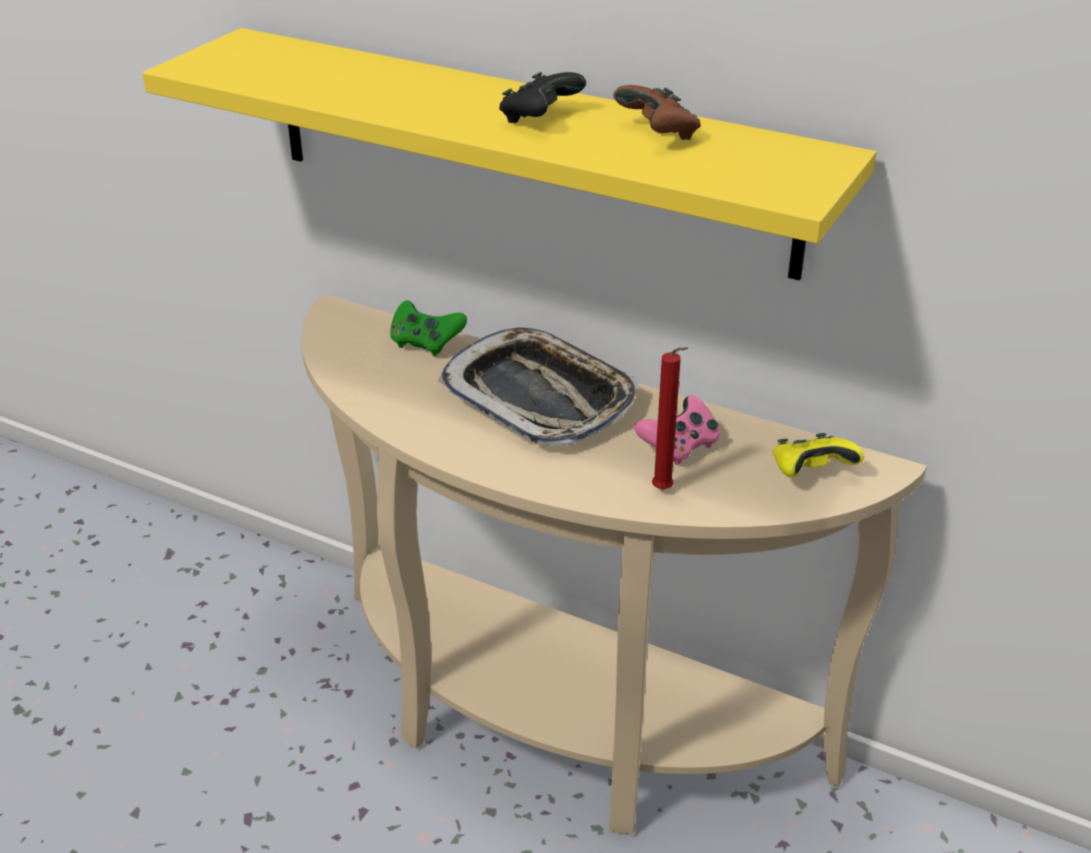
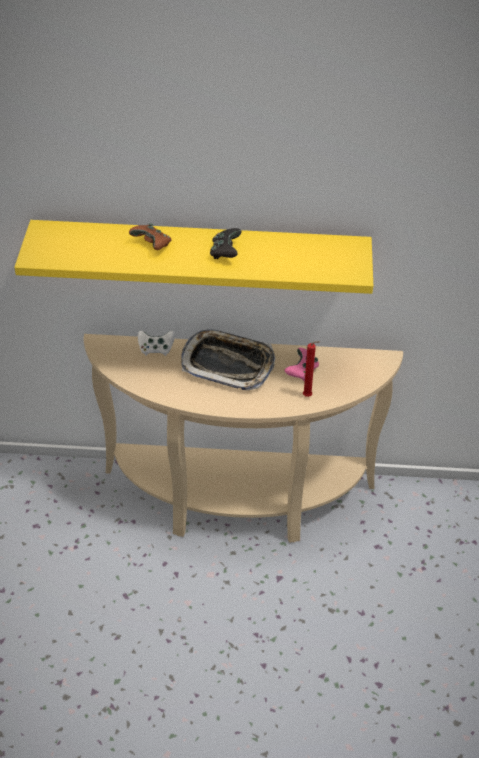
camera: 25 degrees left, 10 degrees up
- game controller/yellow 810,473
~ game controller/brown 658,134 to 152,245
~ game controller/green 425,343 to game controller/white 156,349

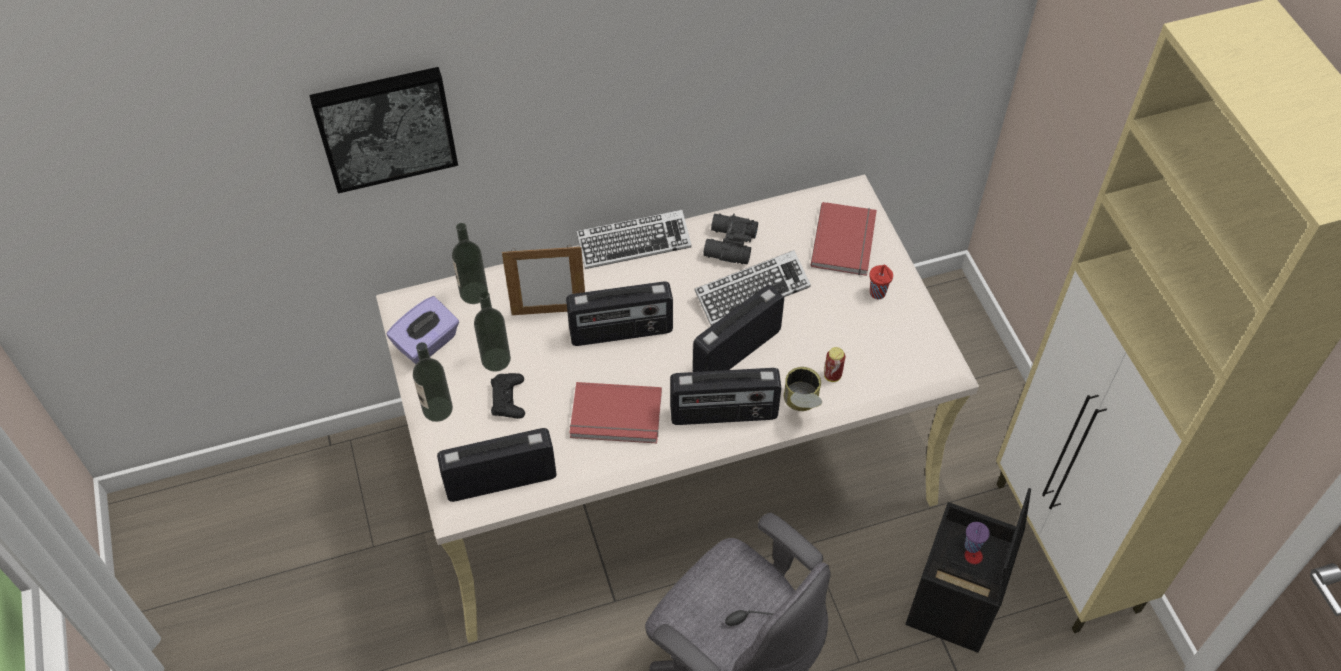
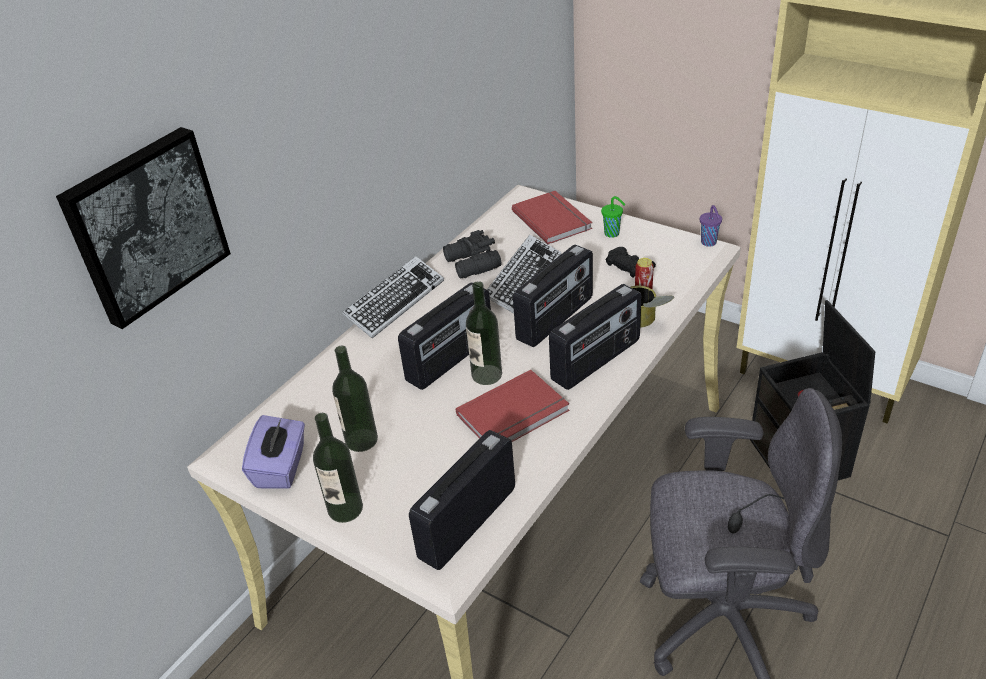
camera: 35 degrees left, 15 degrees down
- picture frame 549,312
~ bottle 474,293 to 486,375
~ game controller/black 508,399 to 629,265
~ cup/purple 972,547 to 709,243
~ cup/red 878,294 to cup/green 612,234
~ radio 736,351 = 556,319 150 degrees counterclockwise

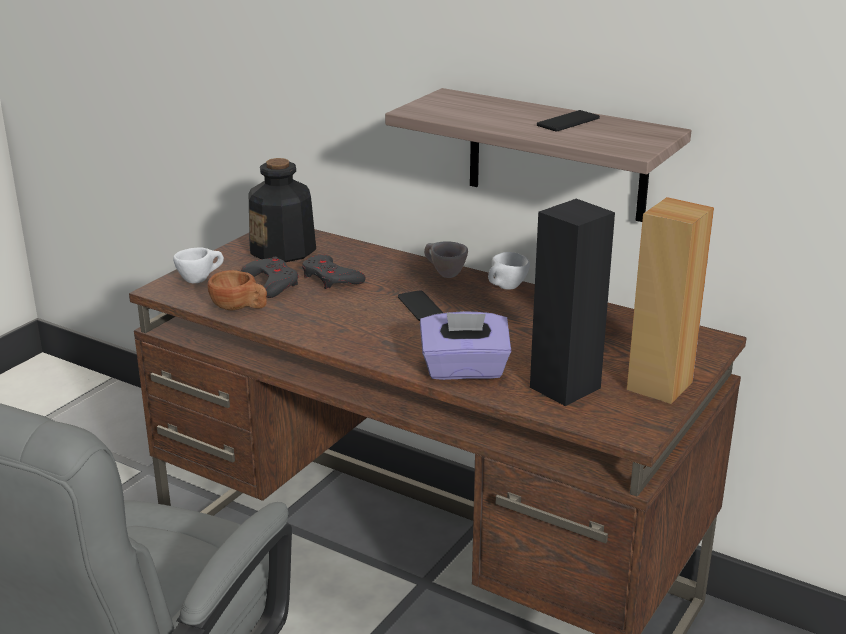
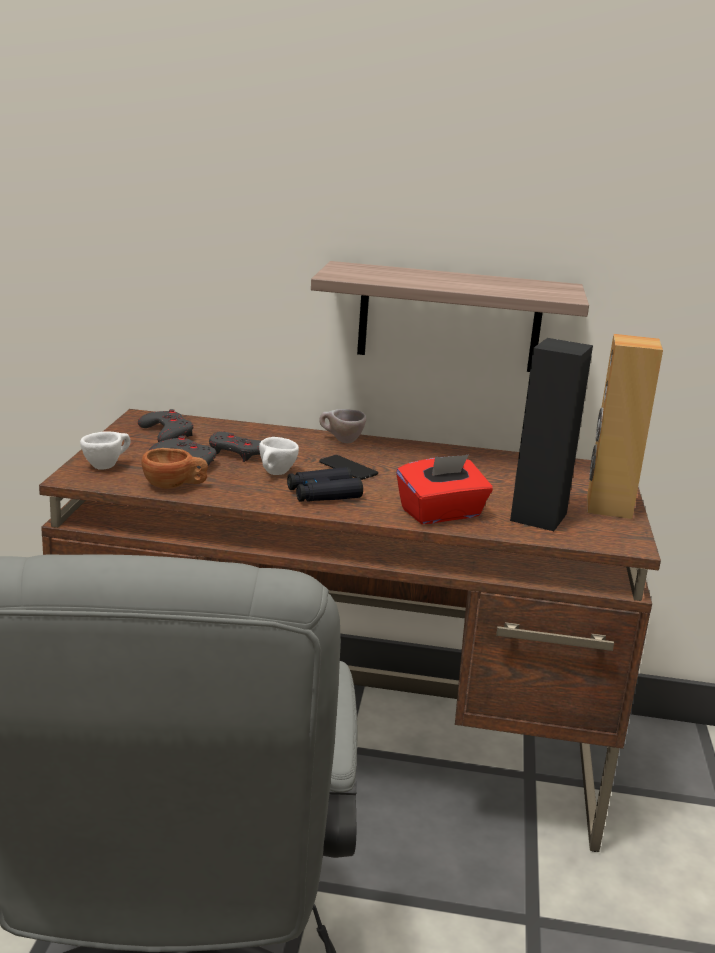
camera: 25 degrees left, 5 degrees down
- phone 568,122
+ binoculars/black 323,494
~ cup/white 506,289 to 275,474
~ bottle 283,250 to game controller/grey 167,433
~ tissue box/purple 464,370 to tissue box/red 441,514

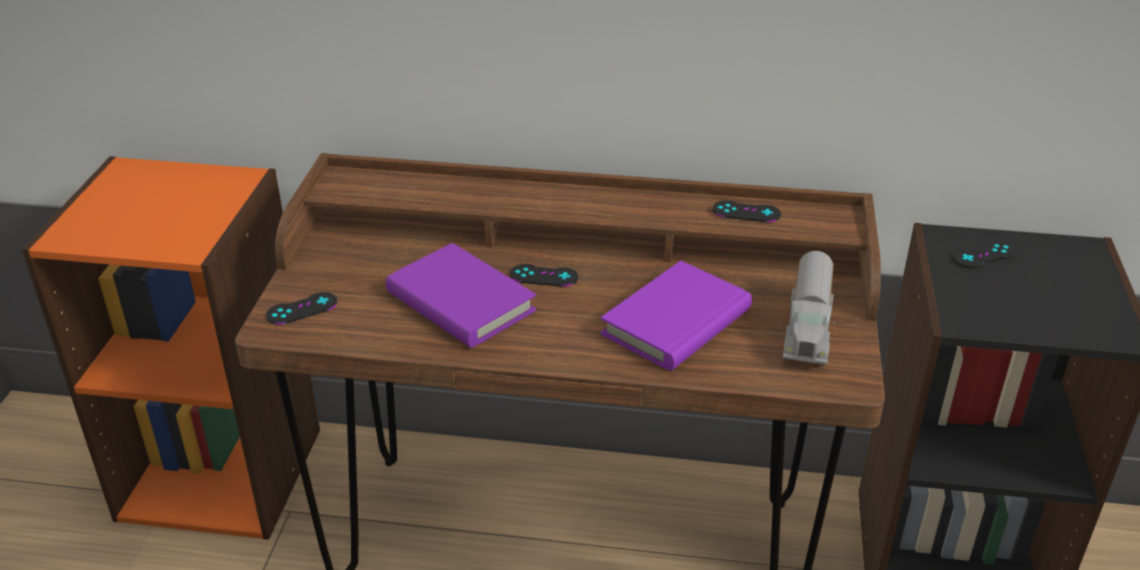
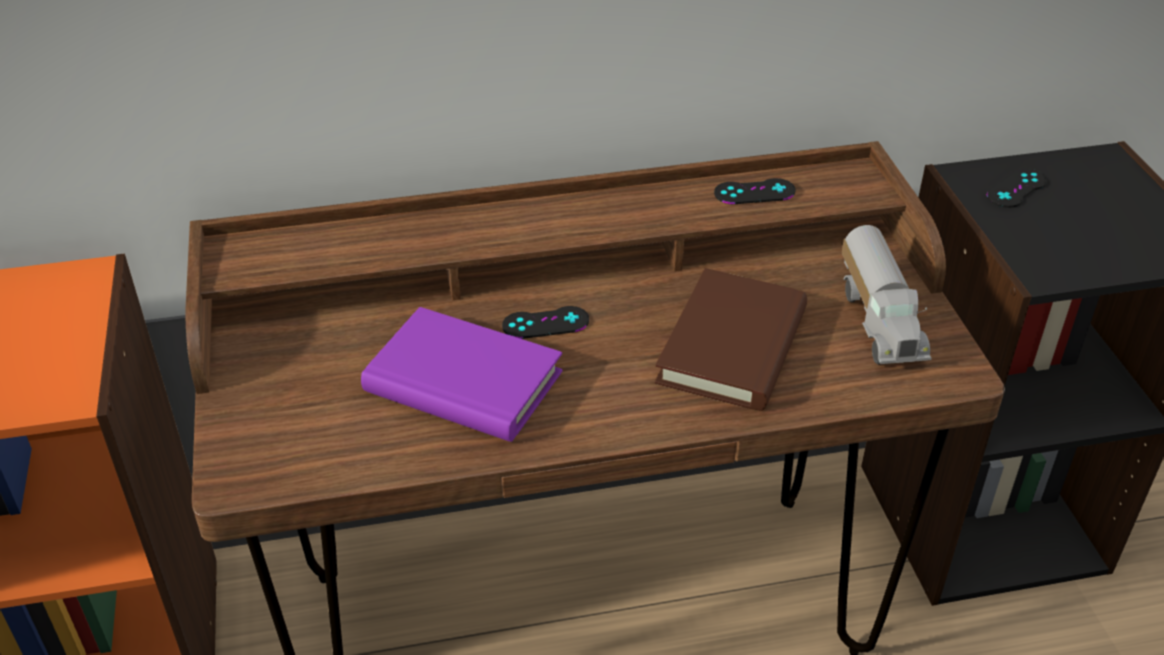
camera: 20 degrees left, 5 degrees up
- game controller/black 302,309
~ book/purple 676,322 to book/brown 732,346

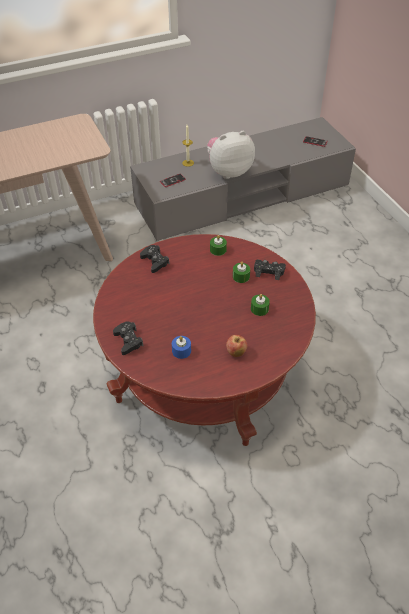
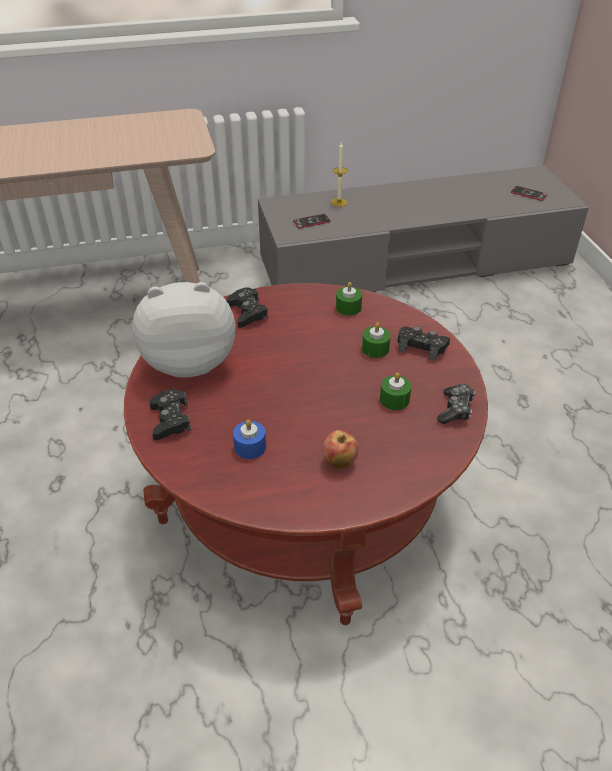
camera: 10 degrees right, 5 degrees down
+ game controller 455,409
~ plush toy 229,171 to 189,361

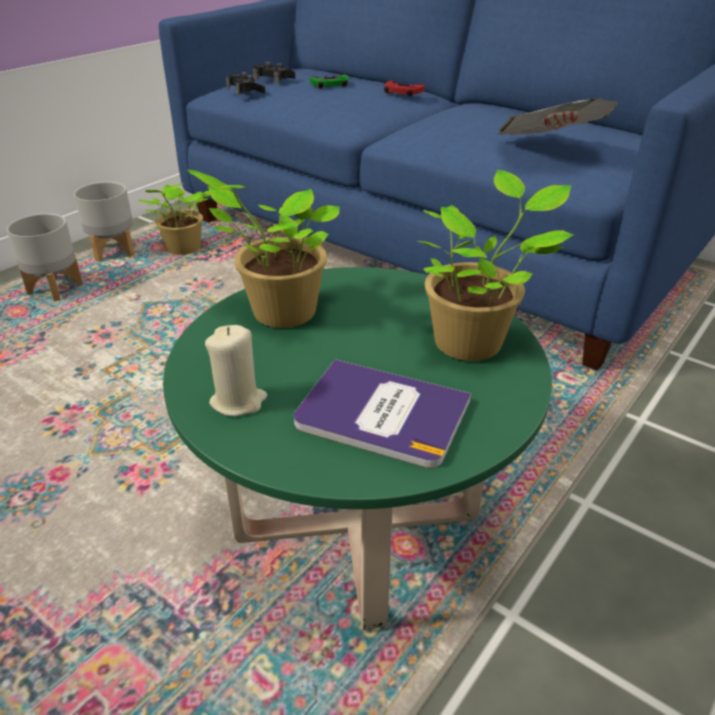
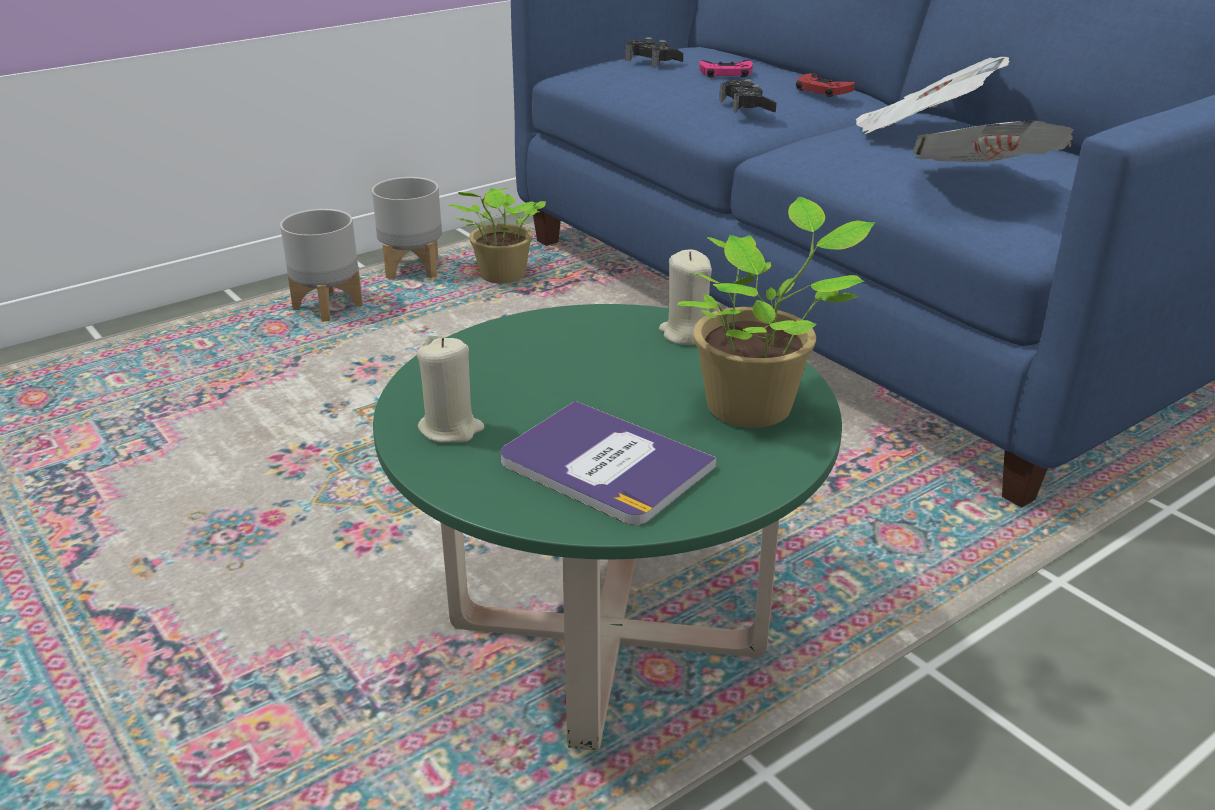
camera: 15 degrees right, 5 degrees down
- potted plant 279,312
+ candle/beige 686,334
+ newspaper 920,133
~ game controller/black 245,91 to 746,106
~ game controller/green 330,85 to game controller/pink 726,73

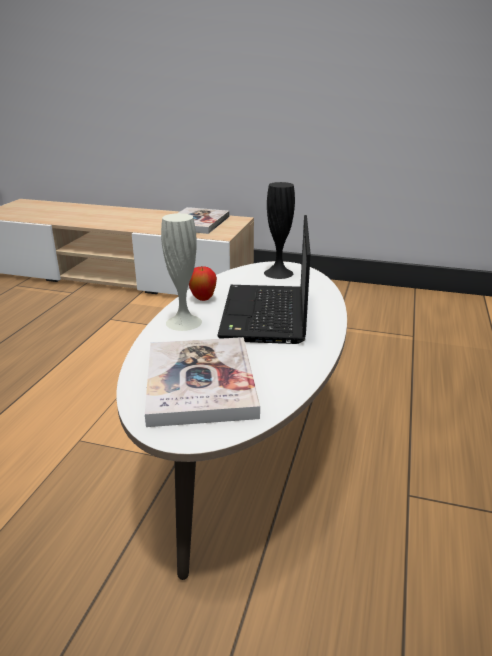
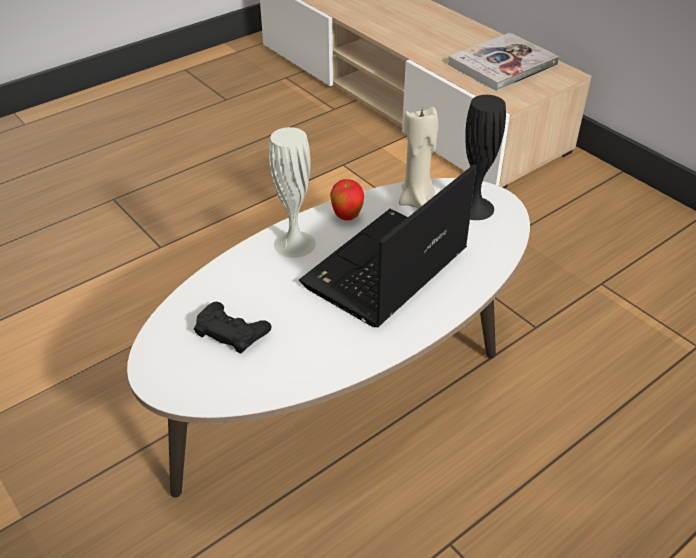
camera: 35 degrees right, 15 degrees up
+ candle/beige 417,201
~ book 200,383 to game controller/black 231,331

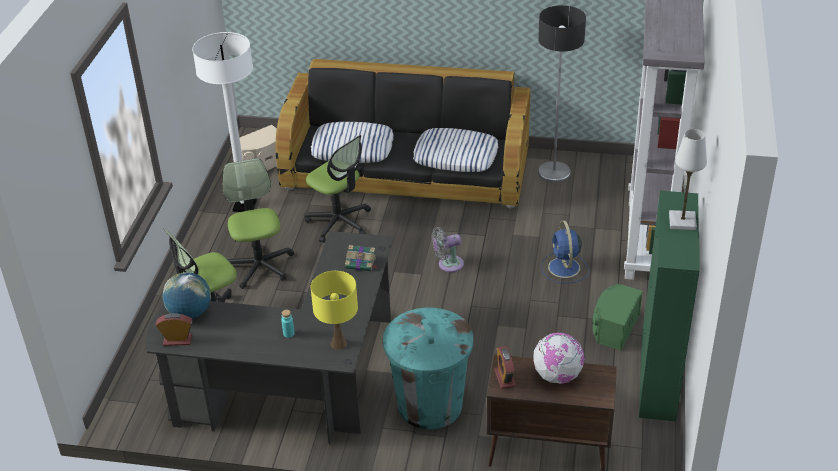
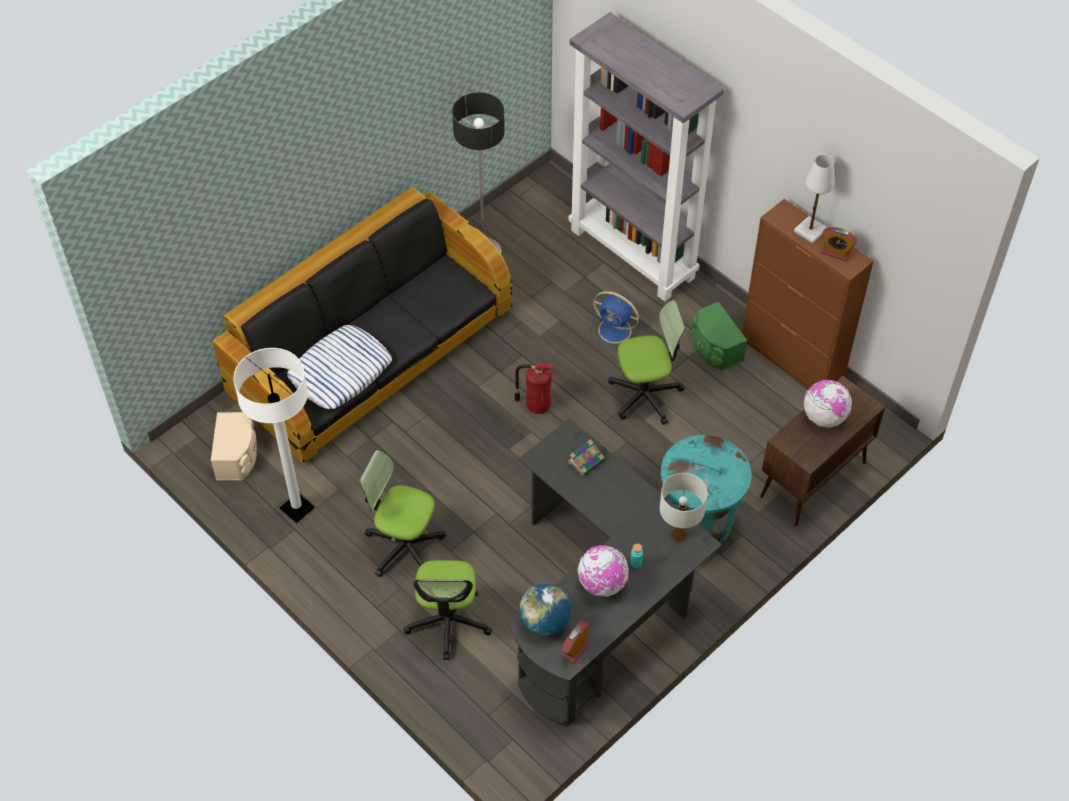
camera: 55 degrees left, 15 degrees up
- pillow 456,156
+ globe 602,584
~ office chair 339,222 to 645,395
~ alarm clock 505,378 to 836,252
~ fan/grey 448,264 to fire extinguisher 536,405
~ table lamp/yellow 338,343 to table lamp/white 678,535
~ cabinet/green 657,378 to cabinet/brown 792,360

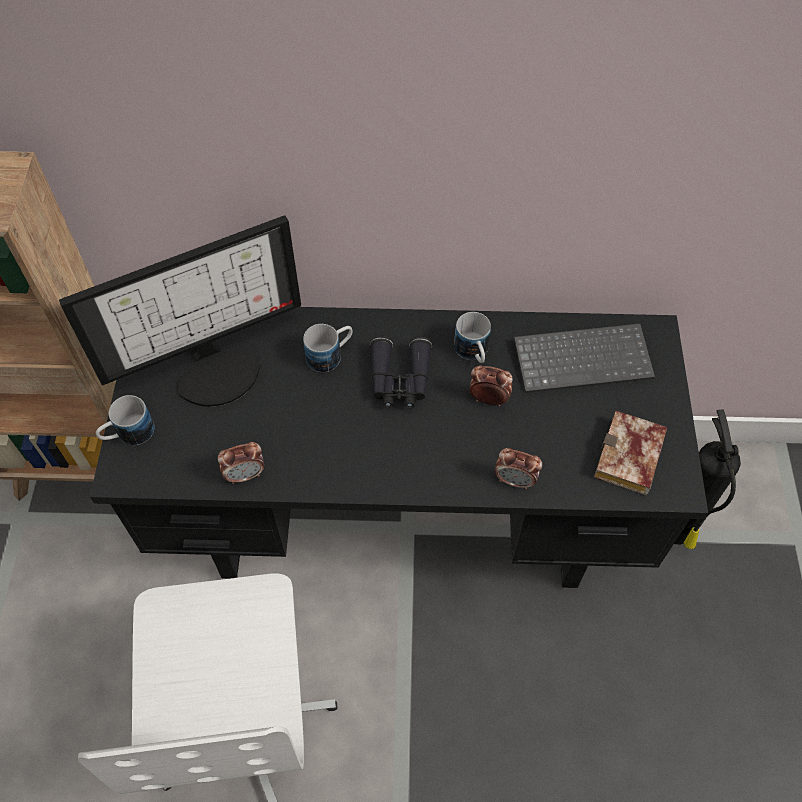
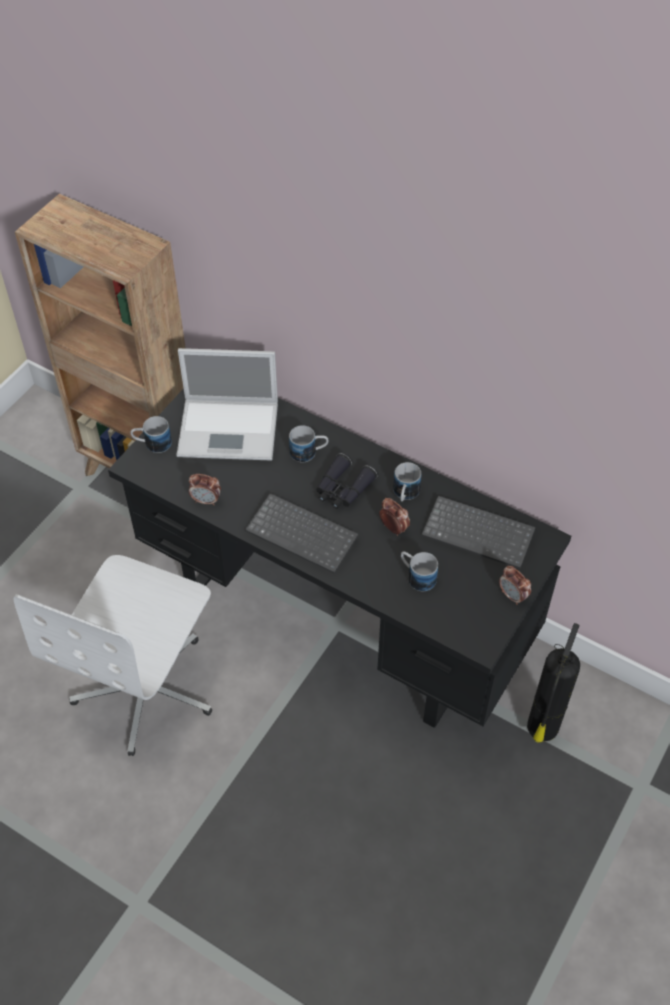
camera: 30 degrees right, 5 degrees down
- book 630,460
+ keyboard 304,534
+ mug 416,576
~ alarm clock 515,480 to 512,596
~ monitor 217,370 to laptop 230,429

